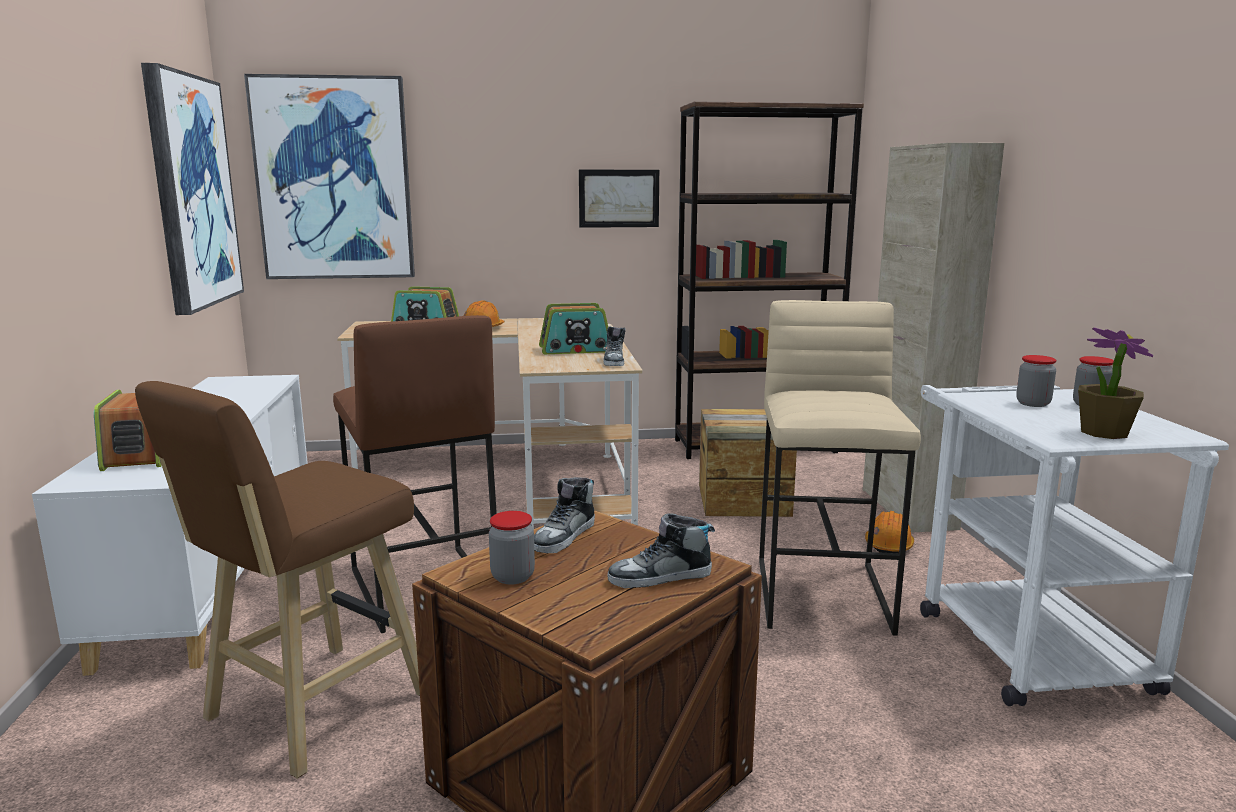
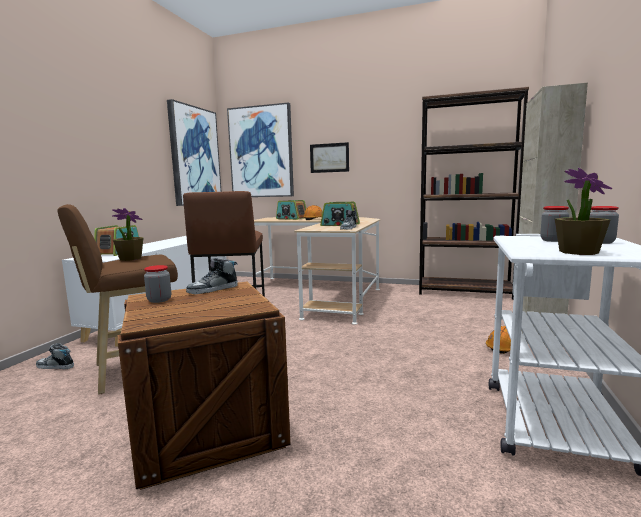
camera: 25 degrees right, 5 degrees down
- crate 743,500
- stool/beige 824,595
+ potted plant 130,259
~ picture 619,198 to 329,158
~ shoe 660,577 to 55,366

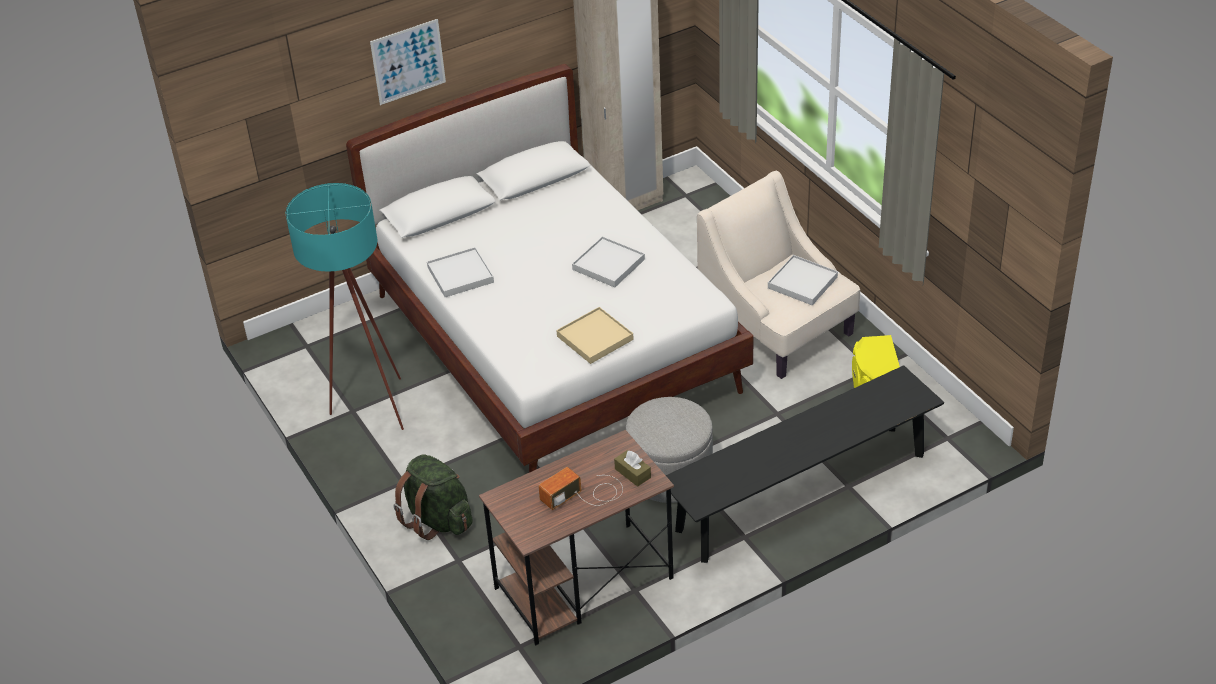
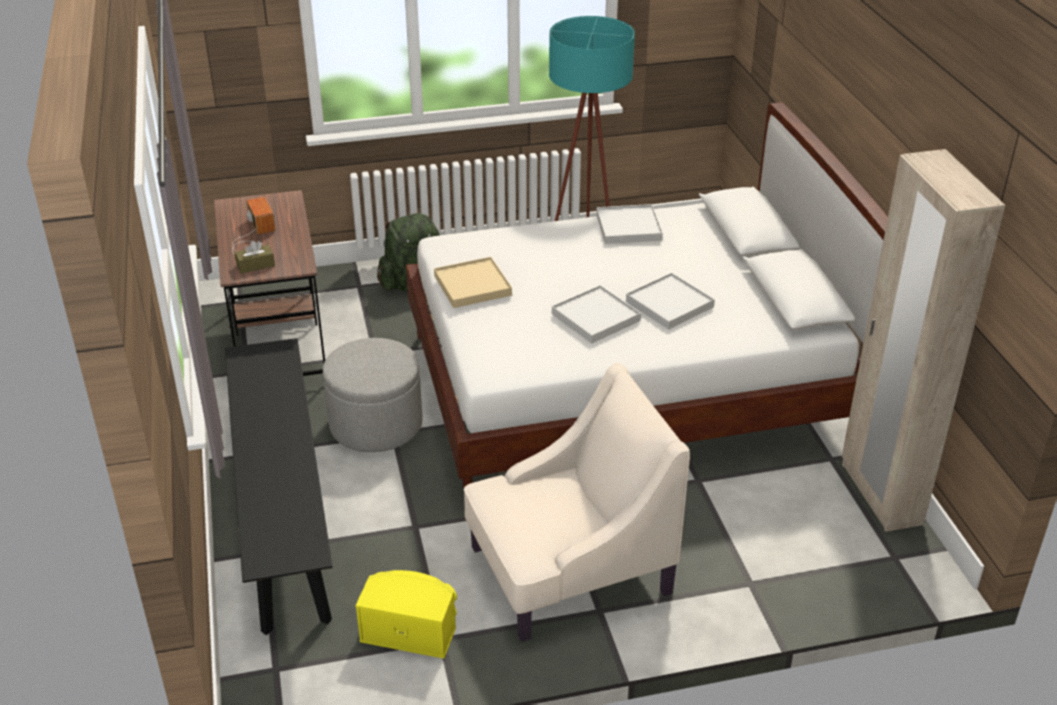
camera: 105 degrees right, 5 degrees down
- picture 408,62
~ tray/white 802,283 to 669,304

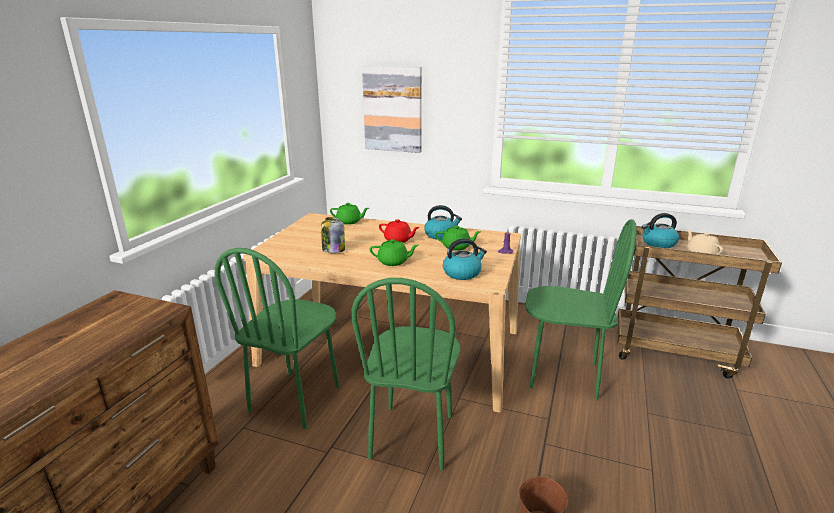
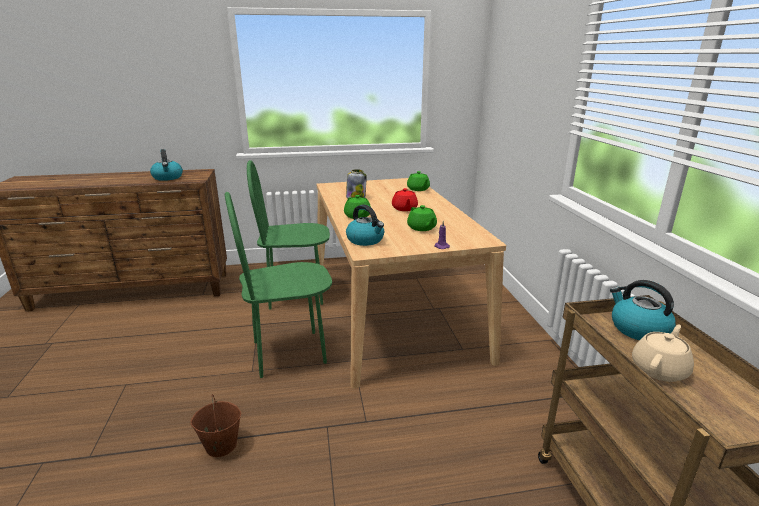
camera: 60 degrees right, 0 degrees up
- picture 393,109
- chair/green 563,375
~ kettle 441,235 to 168,177

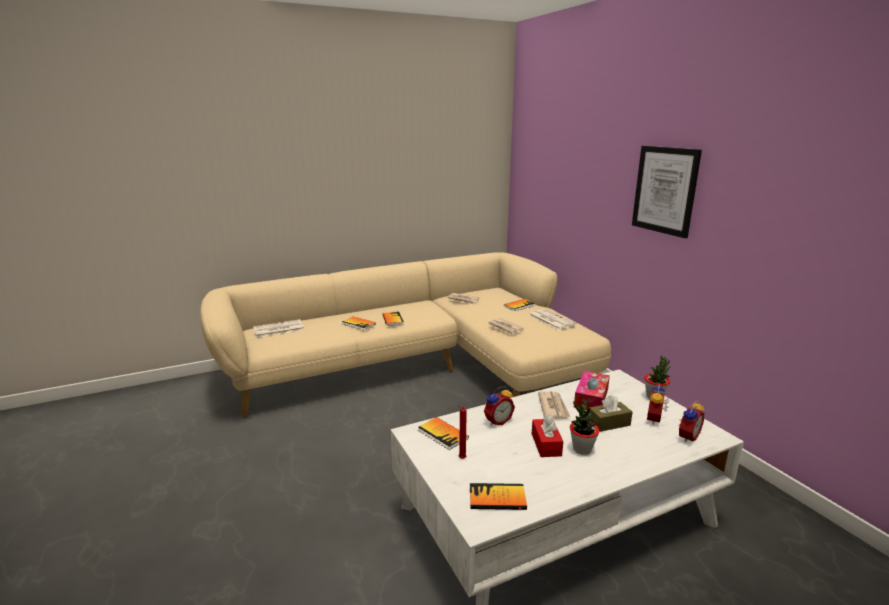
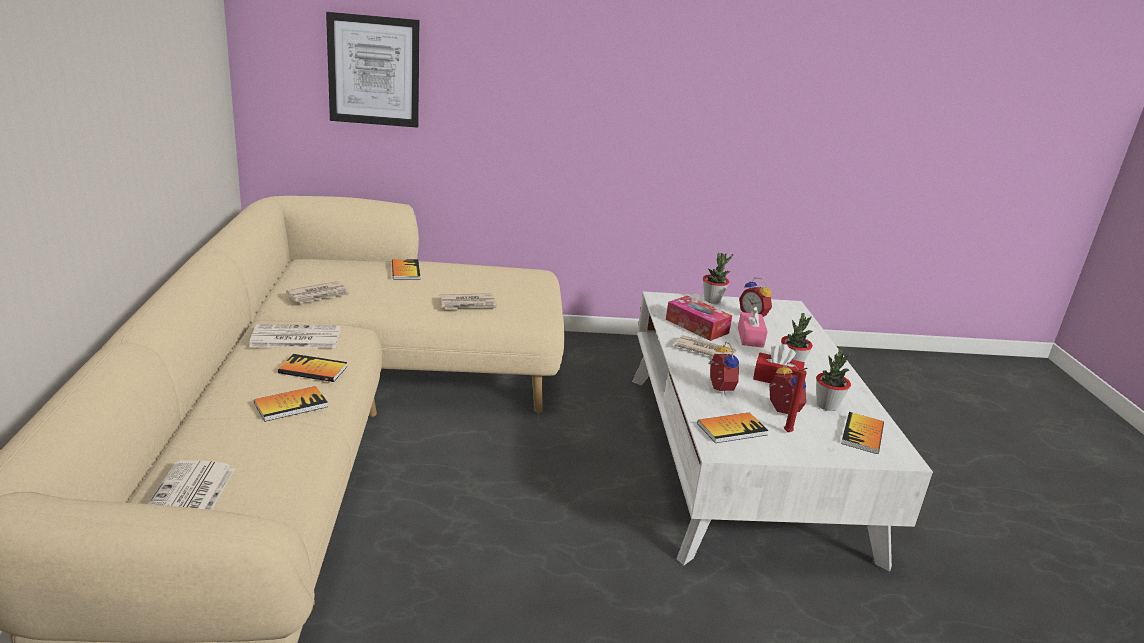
camera: 70 degrees left, 5 degrees up
+ potted plant 827,405
~ newspaper 550,320 to 294,338
~ picture 665,190 to 374,70
~ alarm clock 686,436 to 781,411
~ tissue box/brown 608,423 to tissue box/pink 750,337

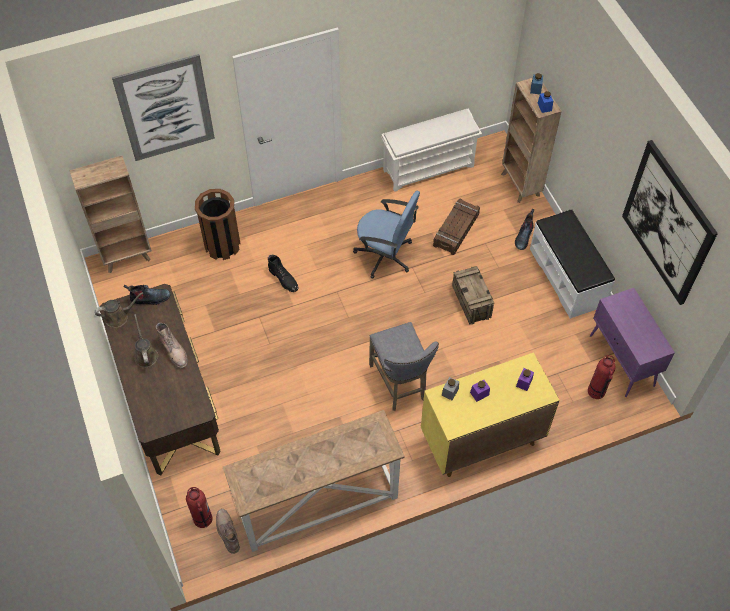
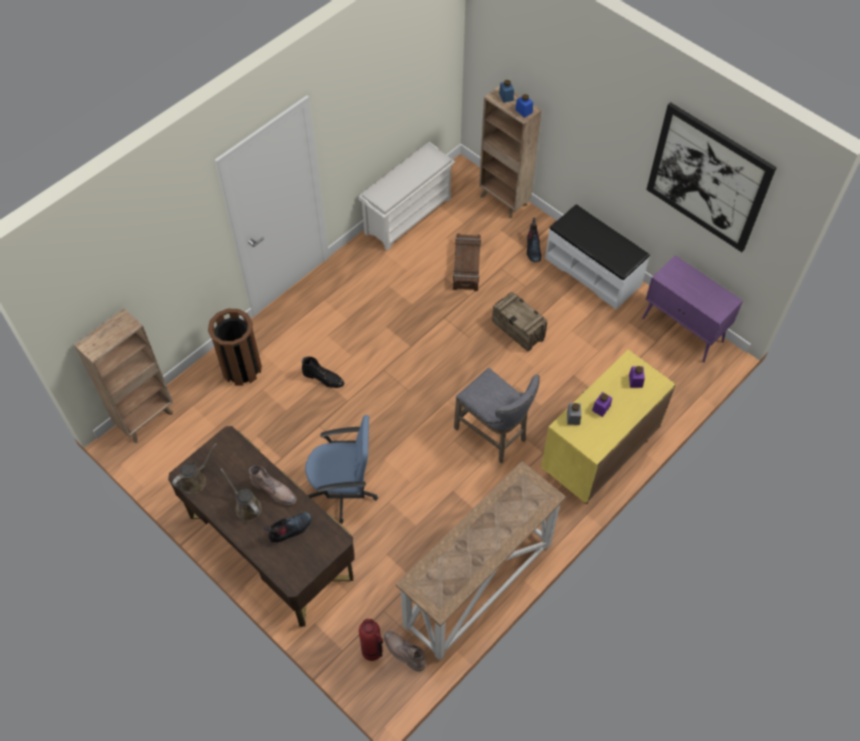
camera: 25 degrees left, 0 degrees up
- picture 165,108
- fire extinguisher 596,391
~ boot 149,298 to 290,530
~ office chair/blue 385,255 to 344,490

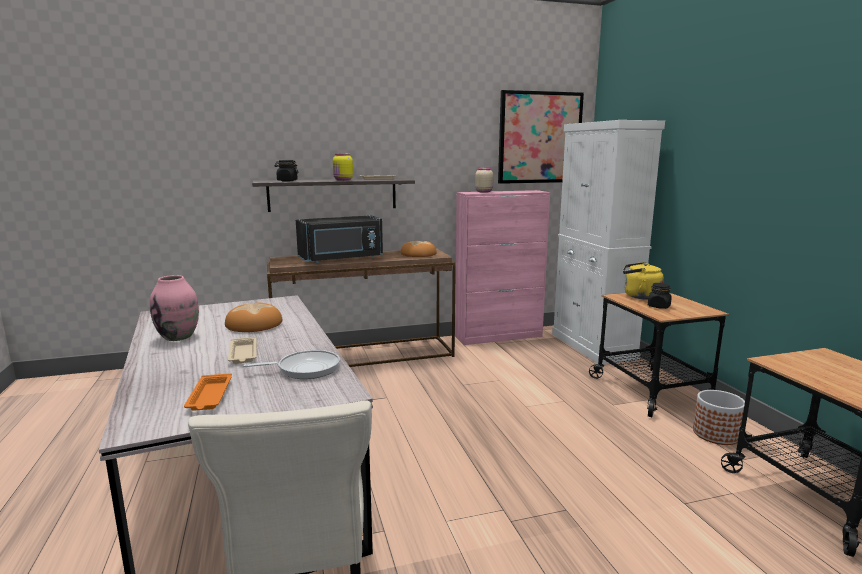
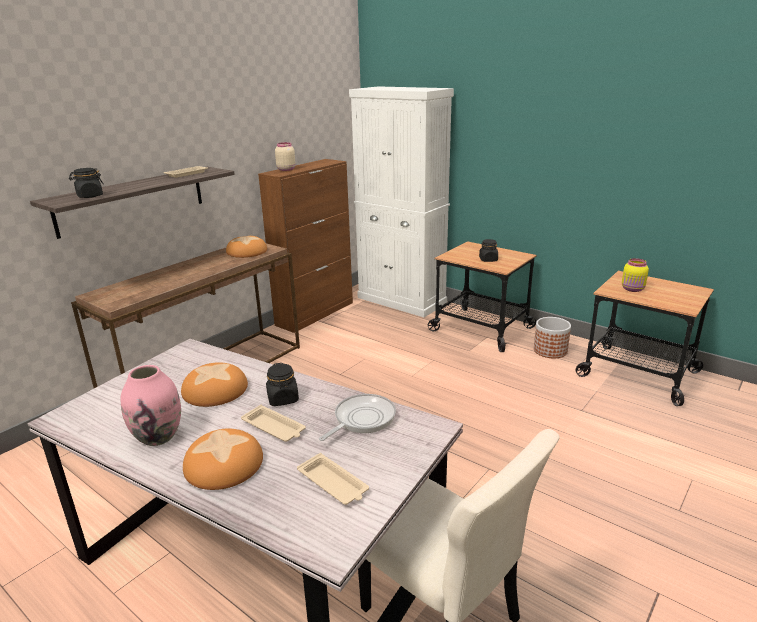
camera: 35 degrees left, 10 degrees up
- microwave/black 342,259
- picture 539,138
- kettle/yellow 639,296
+ bread 224,465
+ jar/black 283,399
~ jar/yellow 343,180 to 633,289
~ tray/orange 209,396 to tray/beige 333,484
~ cabinet/pink 499,336 to cabinet/brown 315,313

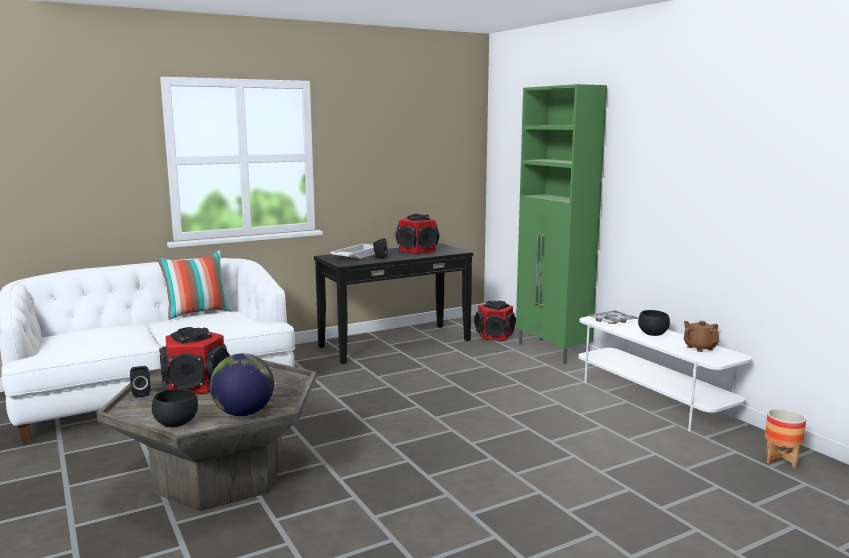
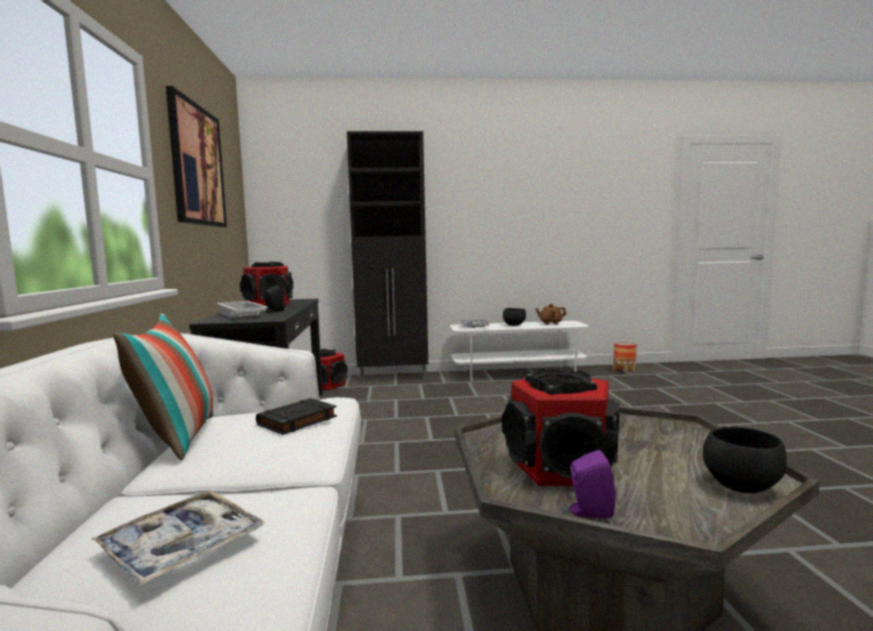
camera: 65 degrees left, 5 degrees down
- globe 244,413
+ tray 182,547
+ picture 197,165
+ book/black 297,421
~ speaker/black 141,393 to speaker/purple 589,512
~ cabinet/green 552,351 to cabinet/black 394,377

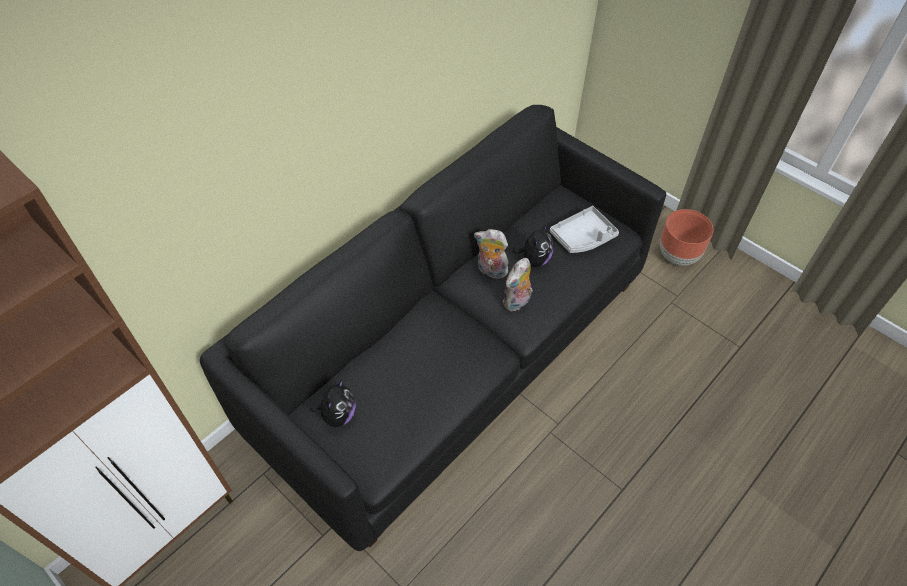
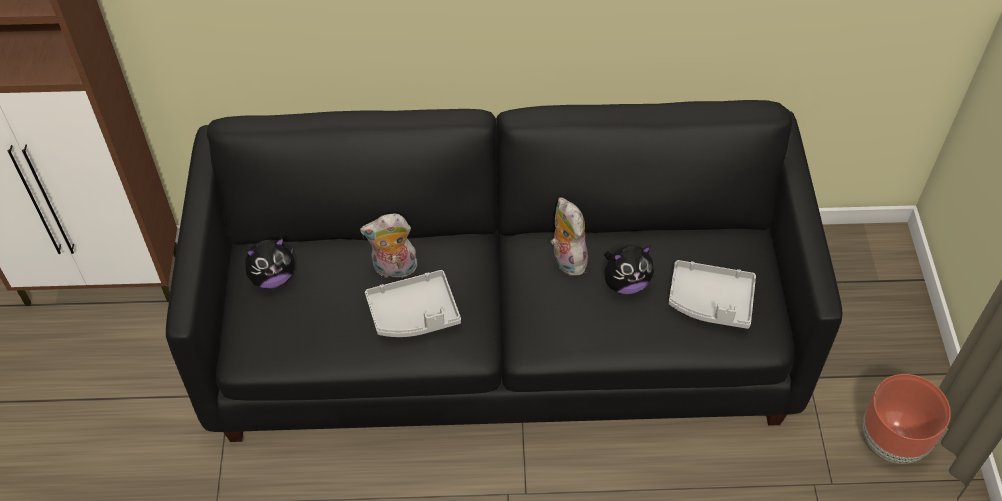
camera: 45 degrees right, 0 degrees up
+ tray/grey 414,314
~ plush toy 517,302 to 394,269

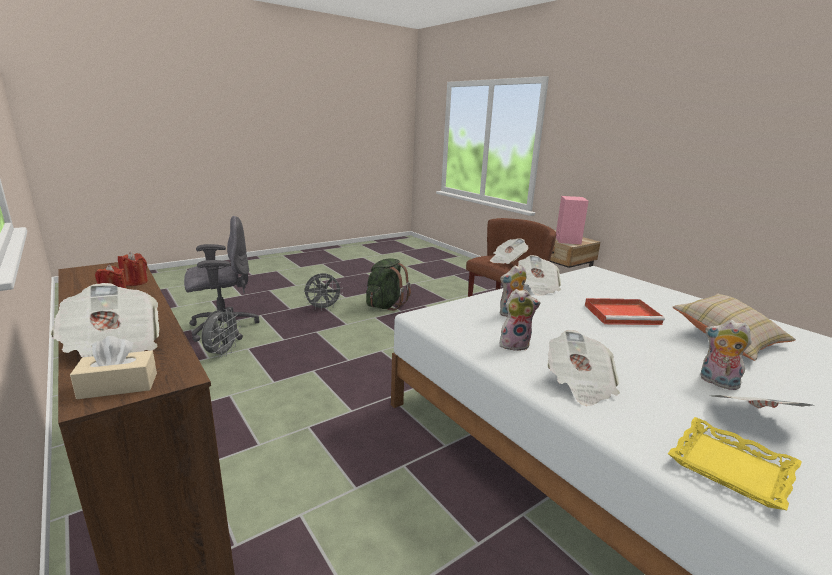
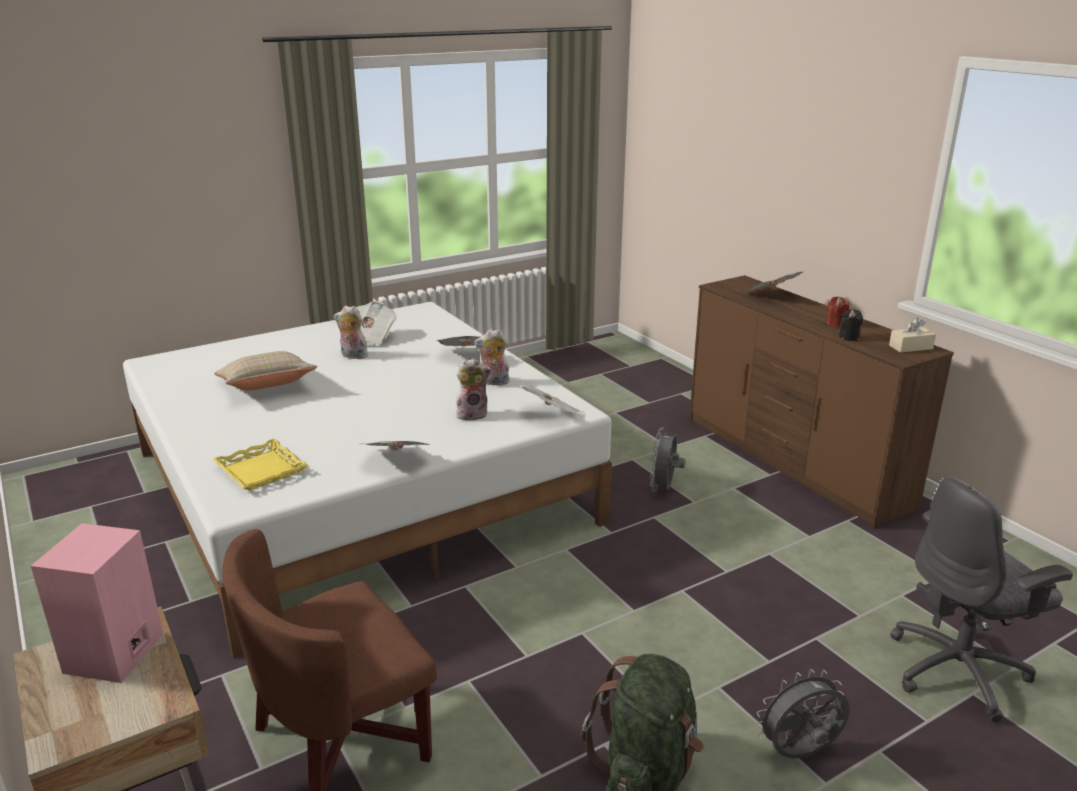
camera: 175 degrees left, 5 degrees up
- tray/red 623,314
~ tissue box/beige 118,386 to 910,347
~ fan/grey 222,353 to 664,488
~ newspaper 507,261 to 551,415
~ tray/yellow 731,467 to 260,471
~ candle/red 135,282 to candle/black 849,337
~ plush toy 717,382 = 352,356 150 degrees clockwise

